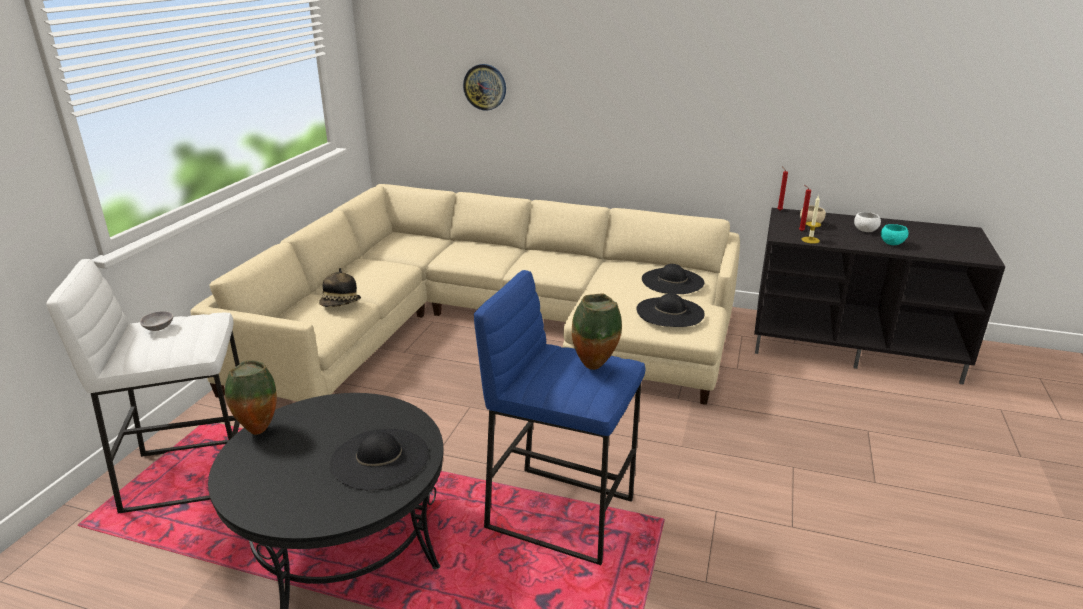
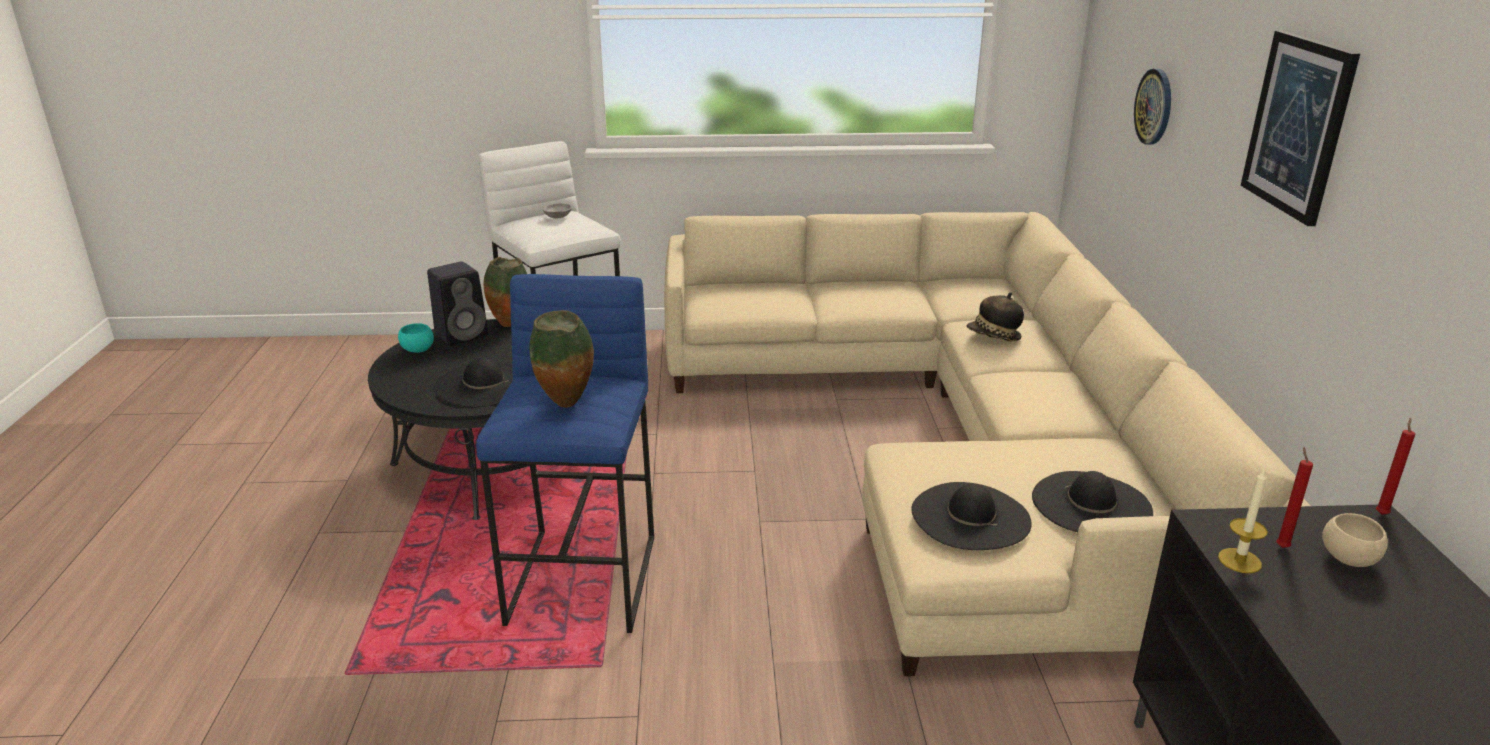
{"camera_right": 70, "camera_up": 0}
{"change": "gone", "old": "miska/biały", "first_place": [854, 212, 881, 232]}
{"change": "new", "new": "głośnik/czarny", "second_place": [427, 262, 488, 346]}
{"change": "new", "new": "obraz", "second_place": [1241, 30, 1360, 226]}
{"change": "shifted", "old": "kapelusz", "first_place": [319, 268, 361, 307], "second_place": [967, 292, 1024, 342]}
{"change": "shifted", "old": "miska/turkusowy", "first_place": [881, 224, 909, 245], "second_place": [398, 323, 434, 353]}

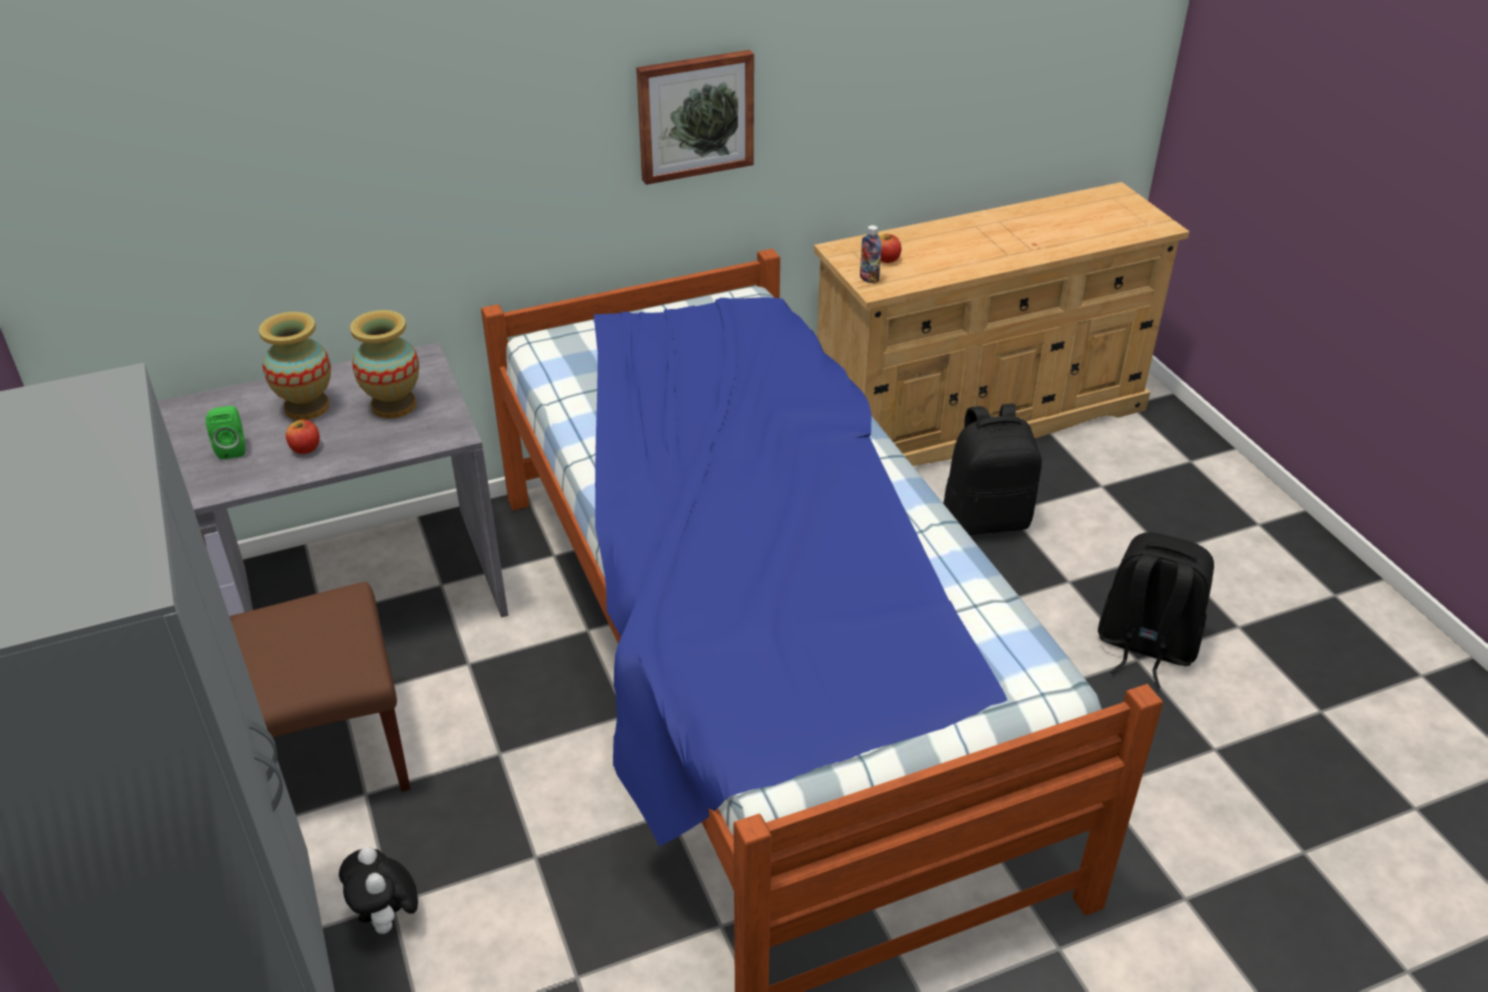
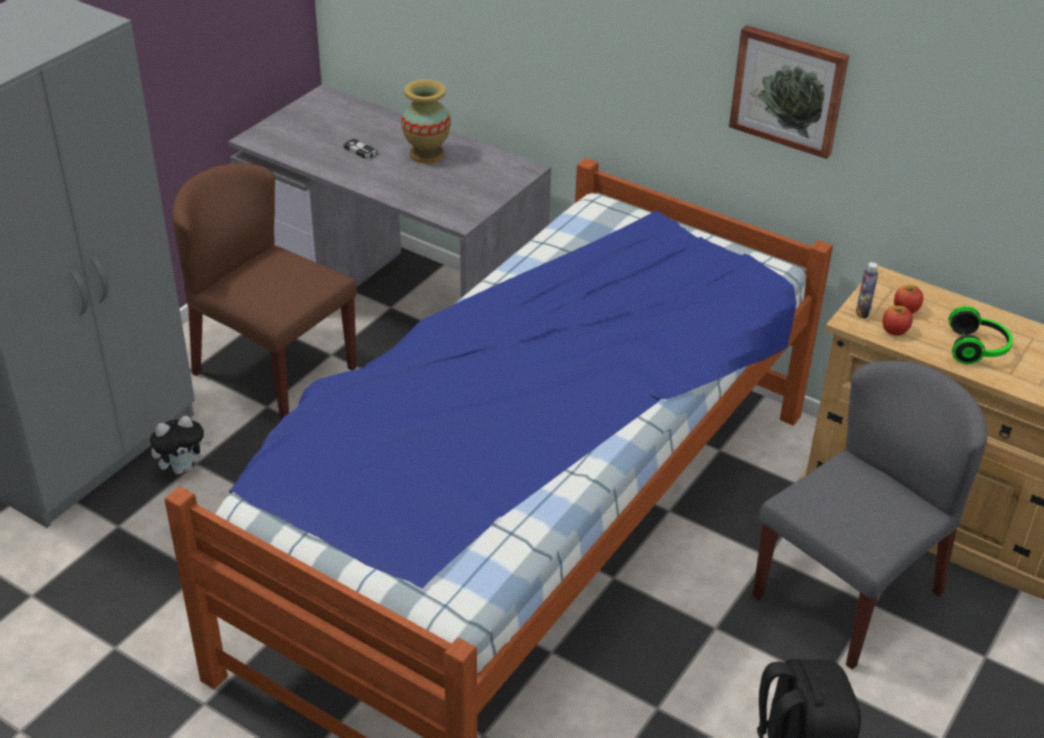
{"camera_right": 55, "camera_up": 0}
{"change": "gone", "old": "wazon", "first_place": [350, 310, 419, 418]}
{"change": "new", "new": "słuchawki", "second_place": [949, 306, 1013, 364]}
{"change": "shifted", "old": "jabłko", "first_place": [286, 420, 320, 454], "second_place": [883, 306, 913, 336]}
{"change": "swapped", "old": "głośnik/zielony", "new": "pad do gier", "first_place": [206, 406, 245, 459], "second_place": [344, 138, 378, 160]}
{"change": "swapped", "old": "plecak/czarny", "new": "krzesło/szary", "first_place": [943, 404, 1042, 535], "second_place": [753, 361, 988, 669]}
{"change": "rotated", "old": "pluszak", "first_place": [339, 847, 418, 934], "second_place": [150, 416, 212, 474], "degrees": -150}

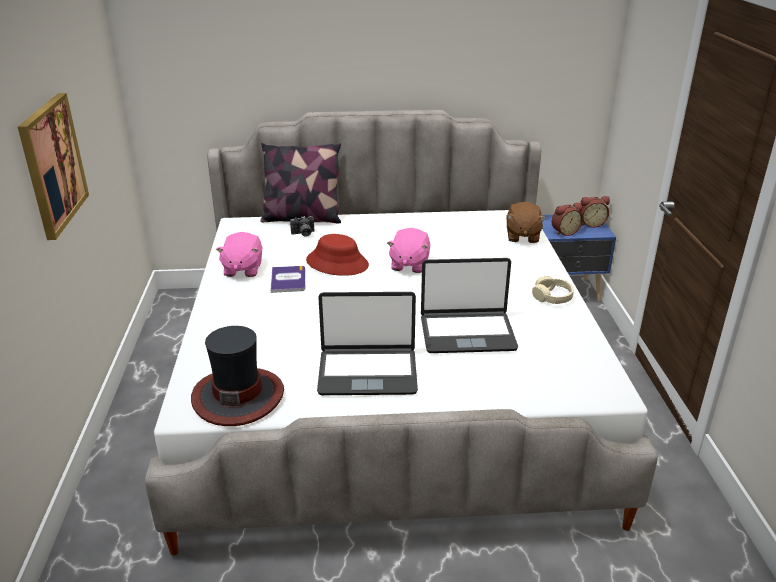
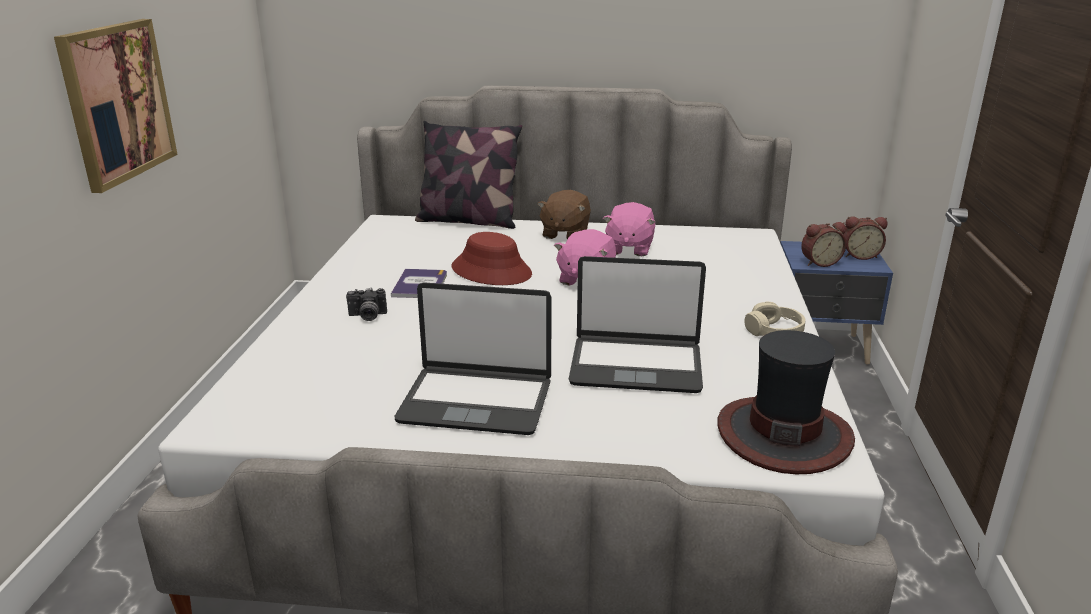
{"camera_right": 10, "camera_up": -5}
{"change": "shifted", "old": "kapelusz", "first_place": [191, 326, 284, 426], "second_place": [717, 330, 855, 474]}
{"change": "shifted", "old": "pluszak/różowy", "first_place": [216, 232, 262, 277], "second_place": [603, 202, 655, 256]}
{"change": "shifted", "old": "aparat fotograficzny", "first_place": [290, 216, 315, 237], "second_place": [346, 288, 387, 321]}
{"change": "shifted", "old": "pluszak/brązowy", "first_place": [506, 202, 546, 243], "second_place": [537, 190, 591, 240]}

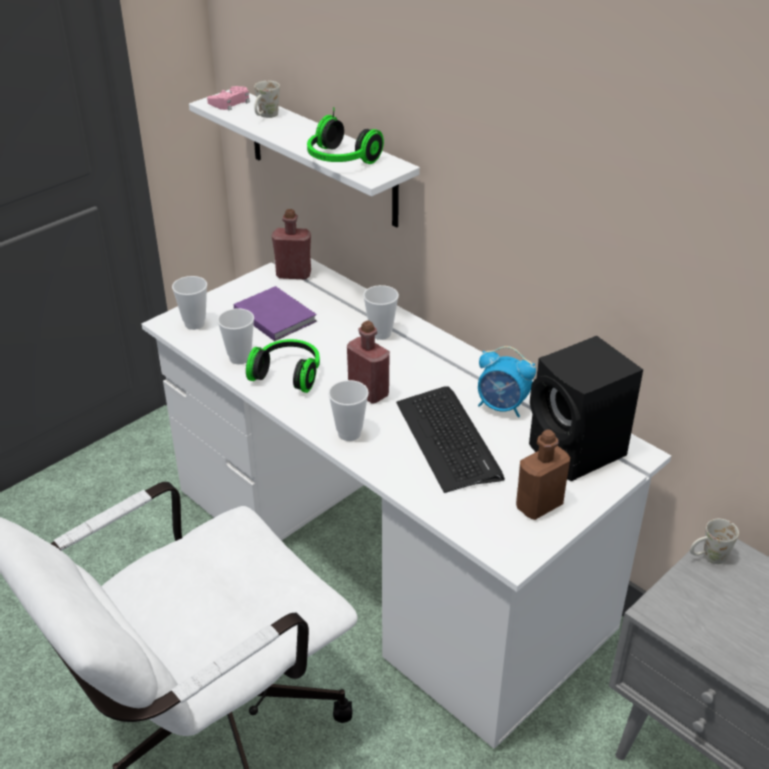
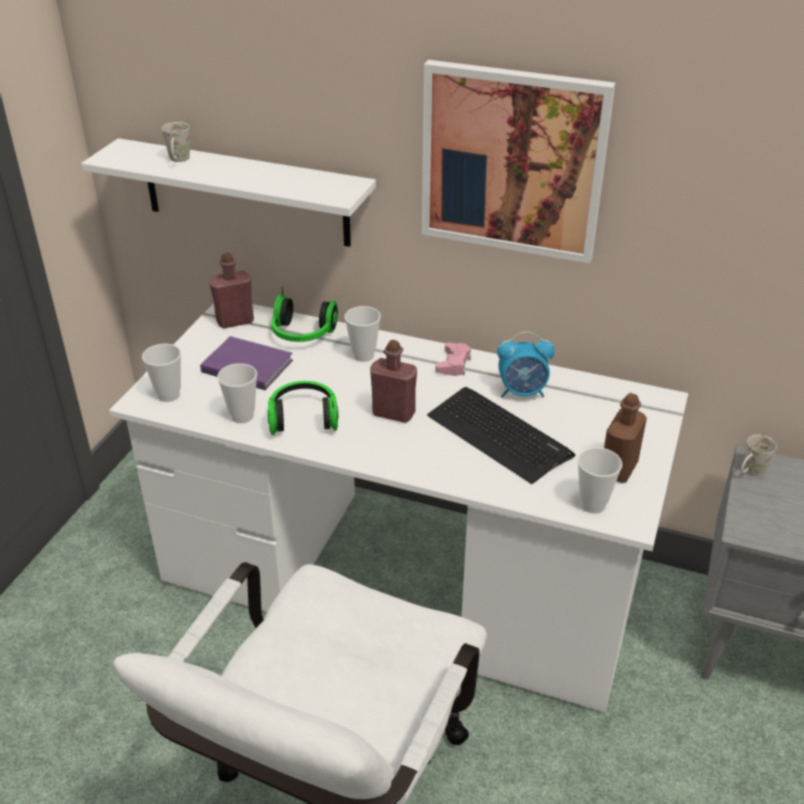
{"camera_right": -25, "camera_up": 0}
{"change": "gone", "old": "głośnik/czarny", "first_place": [529, 336, 643, 481]}
{"change": "new", "new": "obraz", "second_place": [422, 60, 616, 264]}
{"change": "shifted", "old": "pad do gier/różowy", "first_place": [207, 86, 250, 111], "second_place": [435, 343, 471, 376]}
{"change": "shifted", "old": "słuchawki", "first_place": [307, 107, 384, 164], "second_place": [271, 287, 338, 342]}
{"change": "shifted", "old": "filiżanka", "first_place": [328, 380, 369, 441], "second_place": [578, 447, 622, 514]}

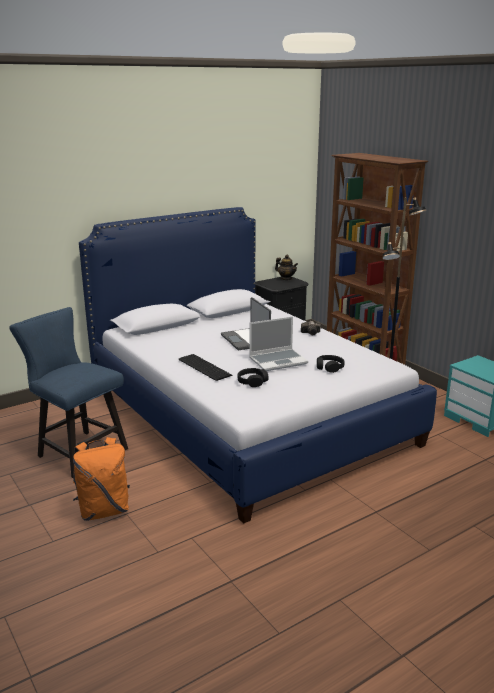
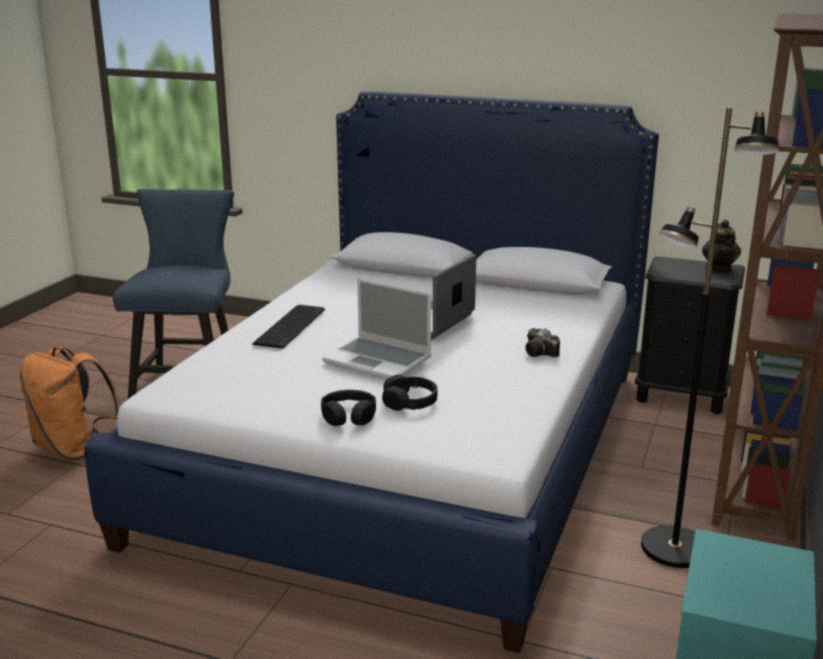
{"camera_right": 55, "camera_up": 0}
{"change": "shifted", "old": "słuchawki/czarny", "first_place": [238, 368, 269, 387], "second_place": [321, 390, 376, 426]}

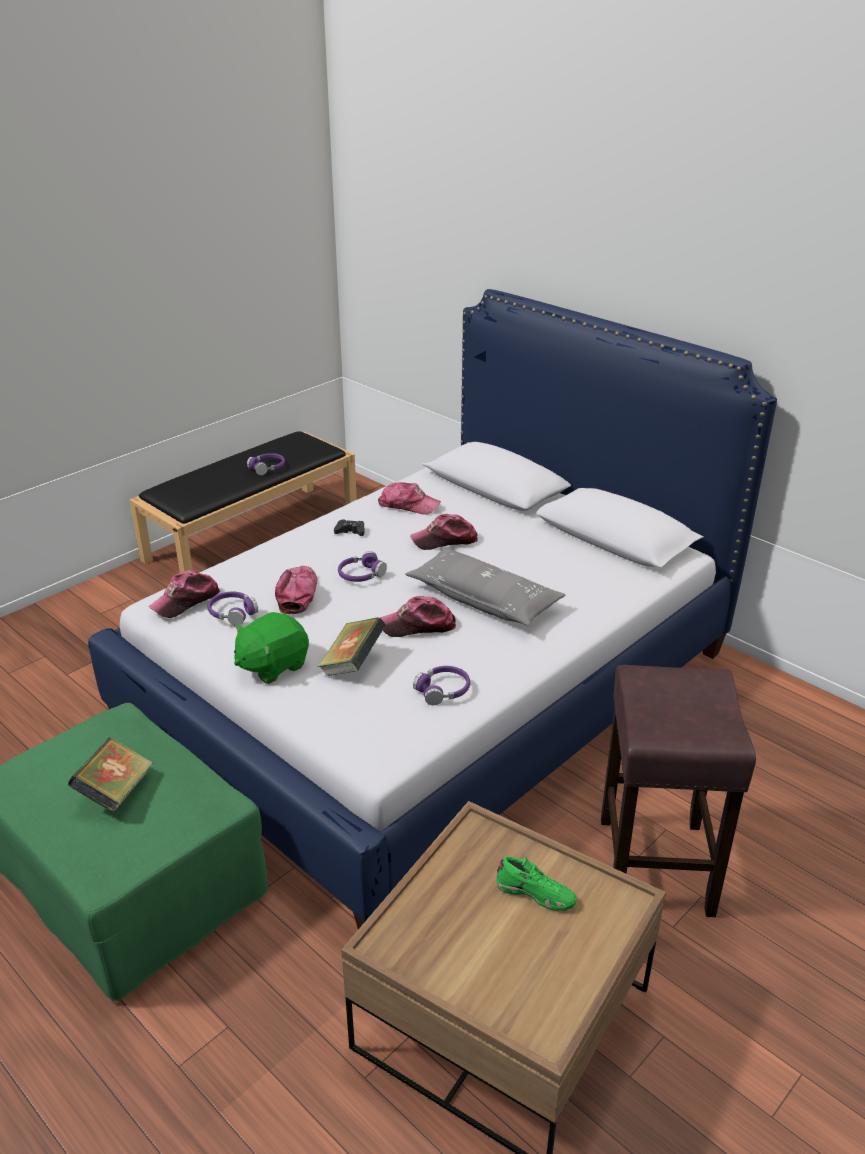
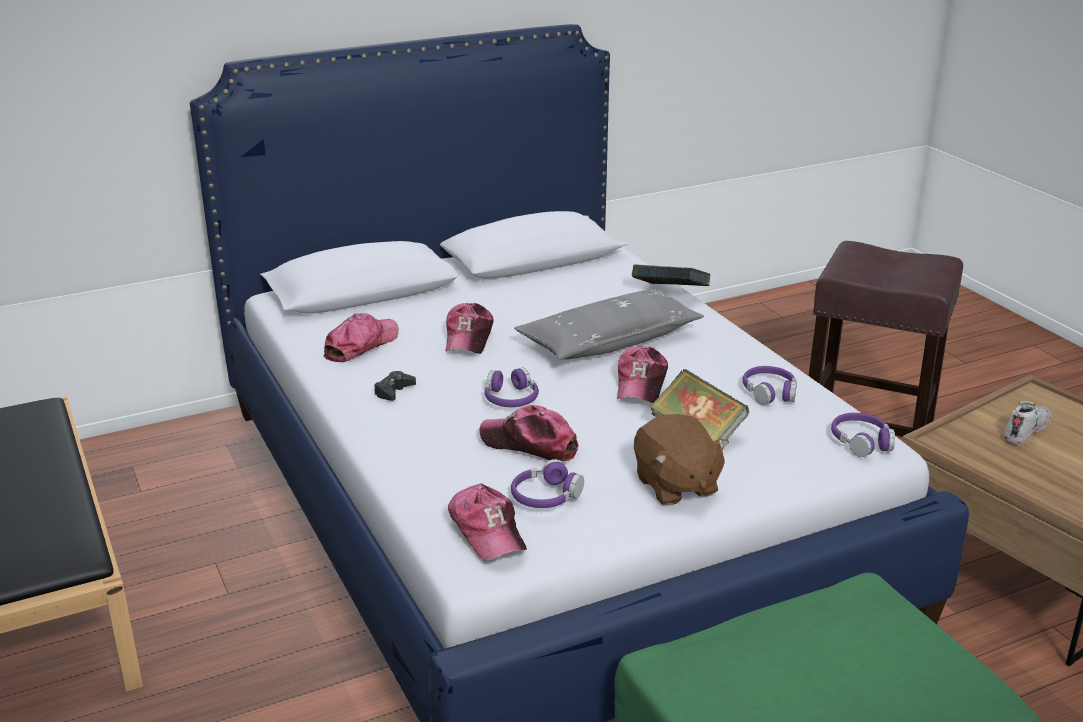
{"camera_right": -70, "camera_up": -5}
{"change": "shifted", "old": "książka", "first_place": [68, 737, 153, 813], "second_place": [632, 264, 711, 286]}
{"change": "shifted", "old": "słuchawki/fioletowy", "first_place": [247, 453, 285, 475], "second_place": [831, 413, 895, 457]}
{"change": "repainted", "old": "pluszak/zielony", "new": "pluszak/brązowy", "first_place": [234, 612, 309, 684], "second_place": [634, 414, 729, 506]}
{"change": "repainted", "old": "but/zielony", "new": "but/biały", "first_place": [496, 856, 577, 911], "second_place": [1003, 401, 1052, 446]}

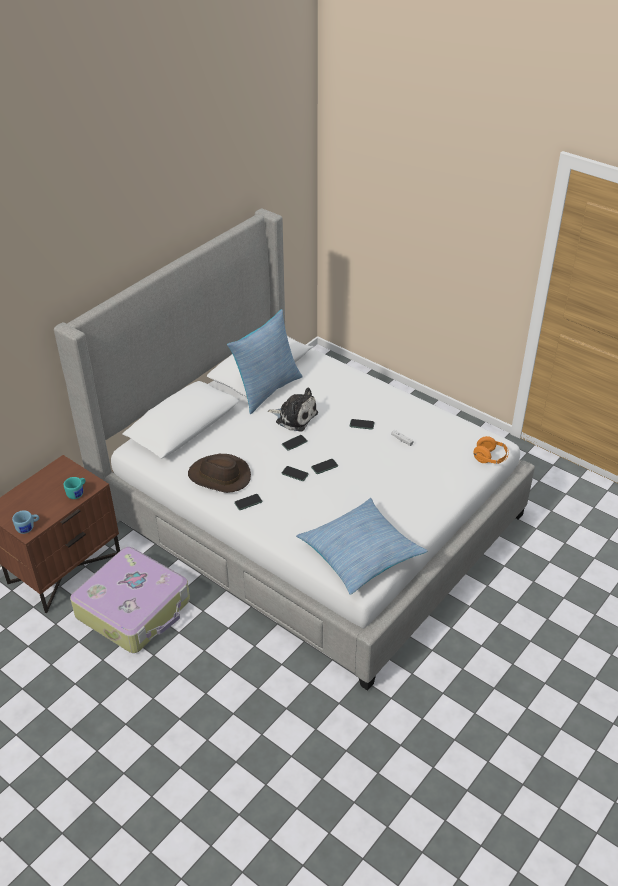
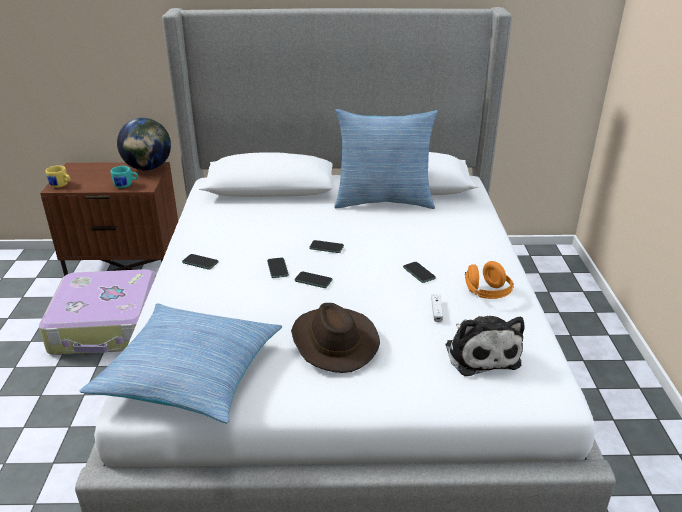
{"camera_right": 50, "camera_up": -10}
{"change": "new", "new": "globus", "second_place": [117, 118, 171, 171]}
{"change": "shifted", "old": "kapelusz/brązowy", "first_place": [188, 454, 251, 493], "second_place": [291, 303, 380, 373]}
{"change": "shifted", "old": "pluszak", "first_place": [268, 388, 318, 432], "second_place": [445, 316, 525, 376]}
{"change": "shifted", "old": "słuchawki/pomarańczowy", "first_place": [473, 436, 509, 464], "second_place": [465, 261, 514, 299]}
{"change": "repainted", "old": "kubek/niebieski", "new": "kubek/żółty", "first_place": [12, 510, 39, 534], "second_place": [45, 165, 71, 188]}

